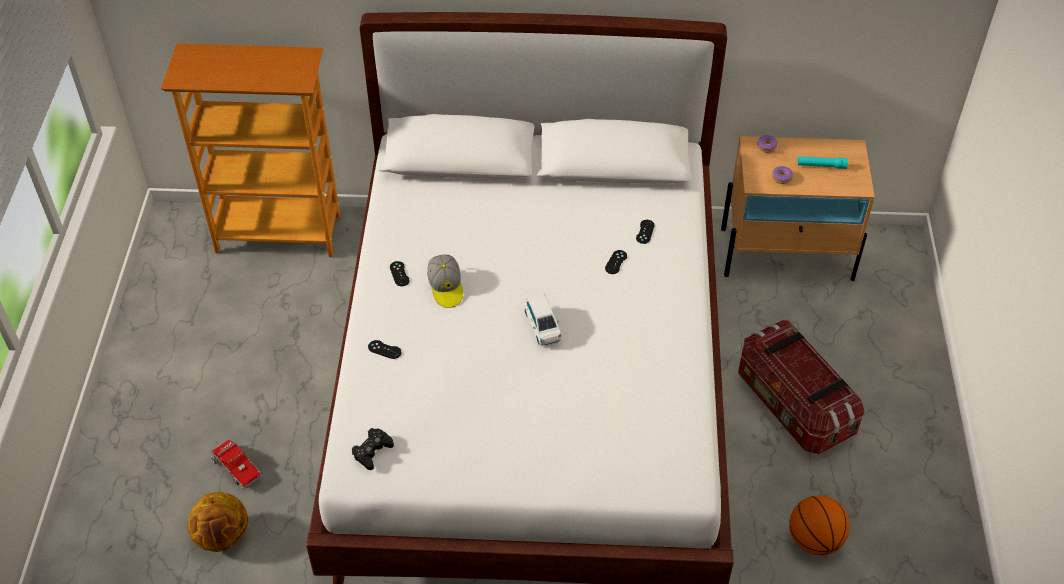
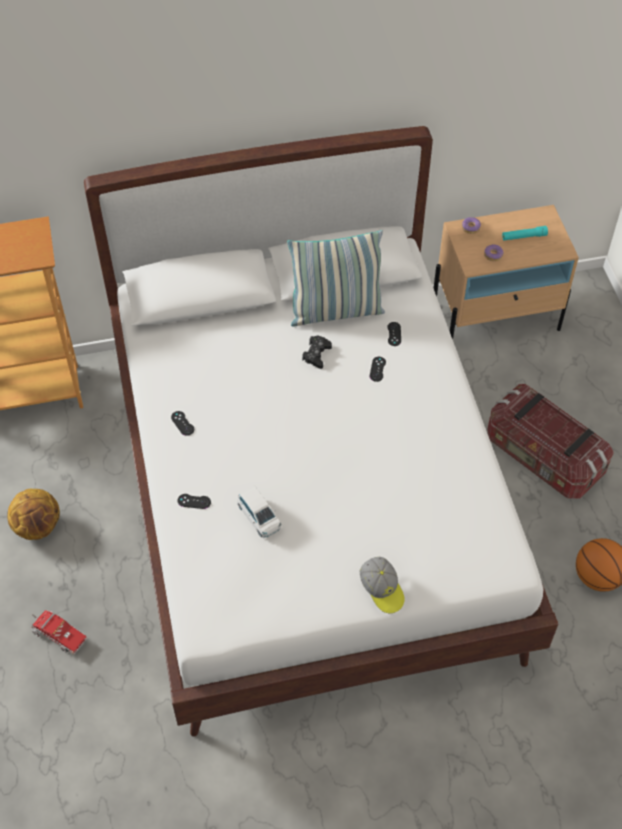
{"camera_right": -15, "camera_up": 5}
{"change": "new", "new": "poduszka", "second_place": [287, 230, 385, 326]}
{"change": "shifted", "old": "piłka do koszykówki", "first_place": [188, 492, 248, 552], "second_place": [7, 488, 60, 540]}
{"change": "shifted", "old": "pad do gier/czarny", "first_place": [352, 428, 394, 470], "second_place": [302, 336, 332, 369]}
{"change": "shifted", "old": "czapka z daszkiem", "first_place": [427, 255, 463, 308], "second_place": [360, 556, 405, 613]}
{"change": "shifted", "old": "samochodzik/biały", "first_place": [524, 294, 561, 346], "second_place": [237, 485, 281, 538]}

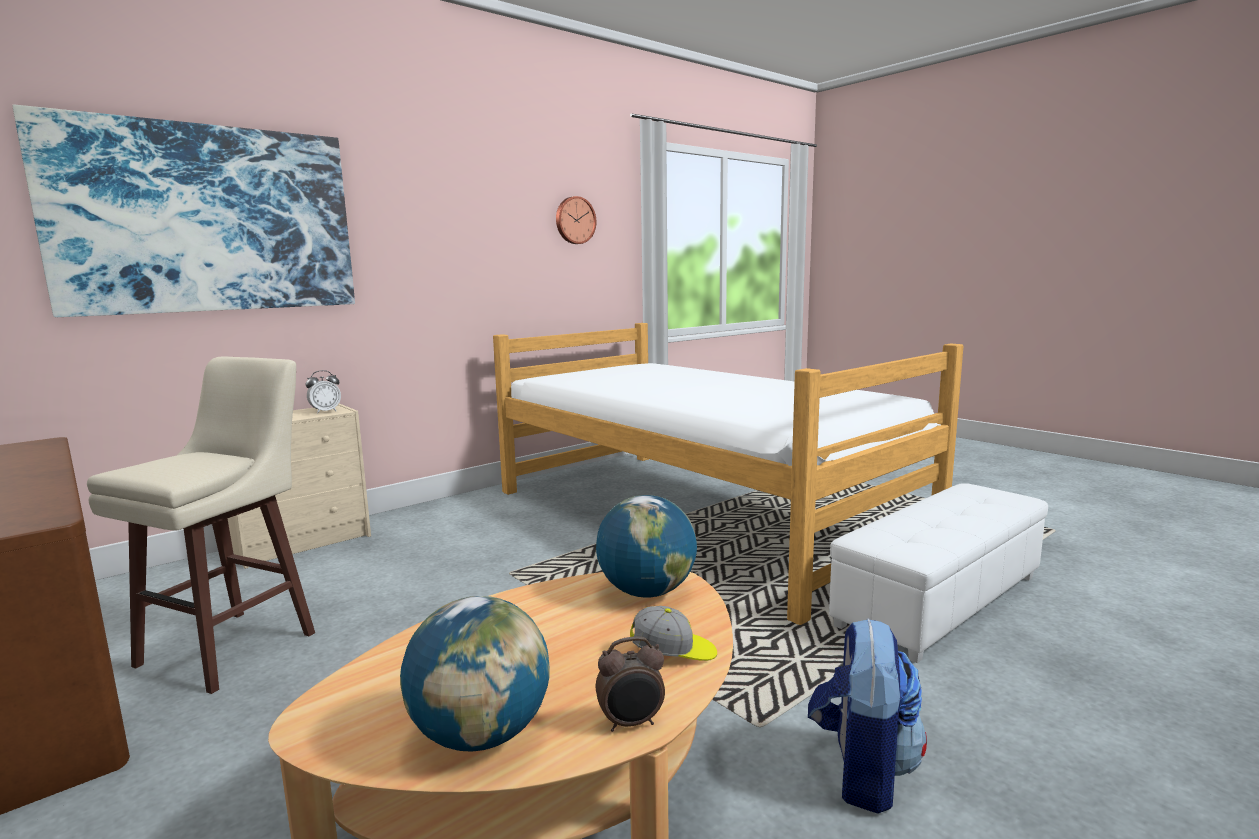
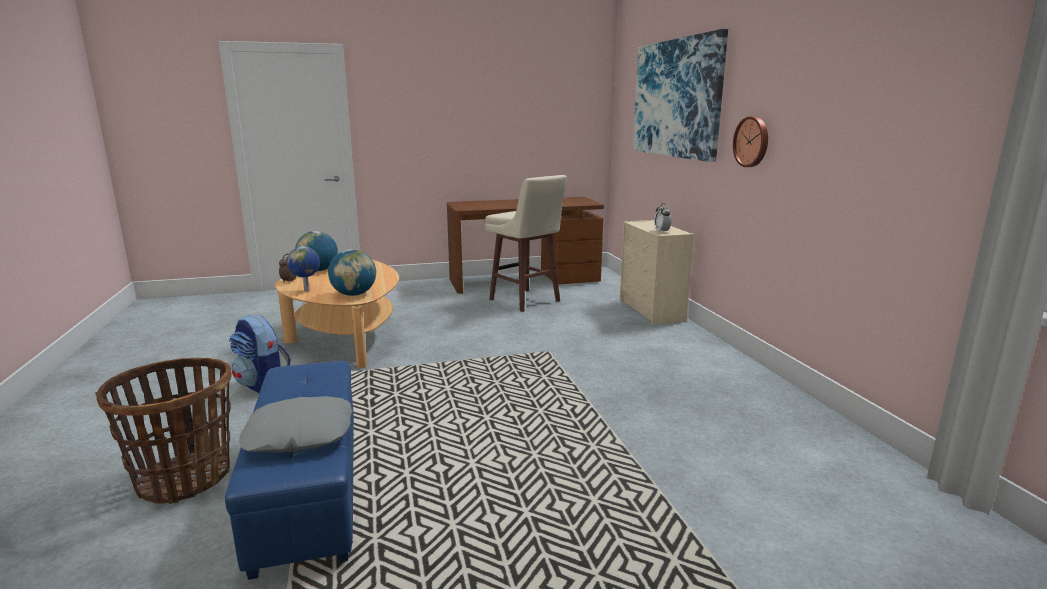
{"camera_right": 115, "camera_up": 5}
{"change": "gone", "old": "łóżko", "first_place": [493, 323, 963, 625]}
{"change": "new", "new": "koszyk", "second_place": [95, 358, 232, 504]}
{"change": "new", "new": "poduszka/szary", "second_place": [239, 396, 352, 452]}
{"change": "shifted", "old": "zegar ścienny", "first_place": [556, 196, 596, 244], "second_place": [733, 117, 768, 167]}
{"change": "swapped", "old": "czapka z daszkiem", "new": "globus", "first_place": [630, 606, 717, 661], "second_place": [287, 246, 320, 291]}
{"change": "repainted", "old": "pufa/biały", "new": "pufa/niebieski", "first_place": [829, 483, 1048, 663], "second_place": [225, 361, 354, 580]}

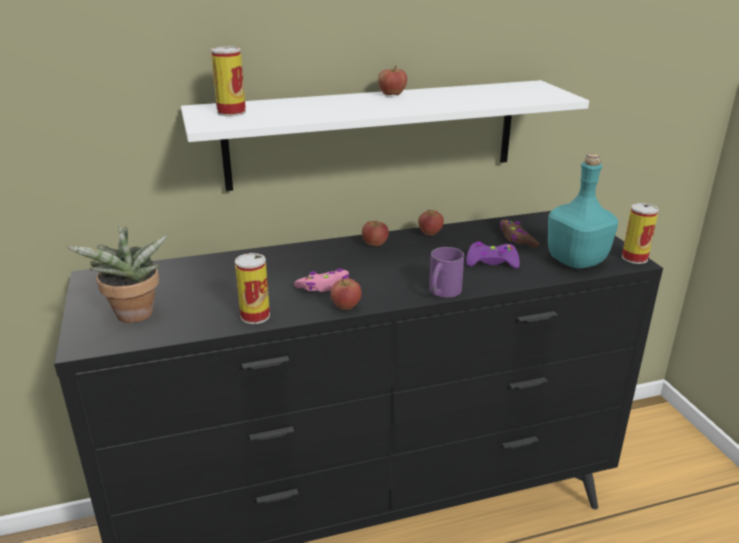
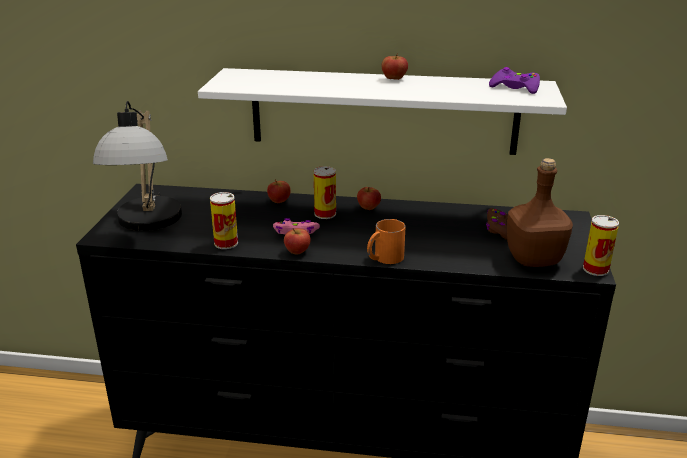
{"camera_right": 25, "camera_up": 0}
{"change": "shifted", "old": "puszka", "first_place": [211, 47, 246, 116], "second_place": [314, 166, 336, 219]}
{"change": "shifted", "old": "jabłko", "first_place": [418, 210, 444, 236], "second_place": [267, 179, 291, 203]}
{"change": "shifted", "old": "pad do gier/fioletowy", "first_place": [466, 242, 520, 269], "second_place": [489, 67, 540, 94]}
{"change": "swapped", "old": "roślina doniczkowa", "new": "lampa stołowa", "first_place": [67, 225, 168, 323], "second_place": [93, 101, 182, 231]}
{"change": "repainted", "old": "kubek/fioletowy", "new": "kubek/pomarańczowy", "first_place": [429, 247, 464, 297], "second_place": [367, 219, 405, 264]}
{"change": "repainted", "old": "butelka/turkusowy", "new": "butelka/brązowy", "first_place": [548, 154, 618, 269], "second_place": [507, 158, 573, 267]}

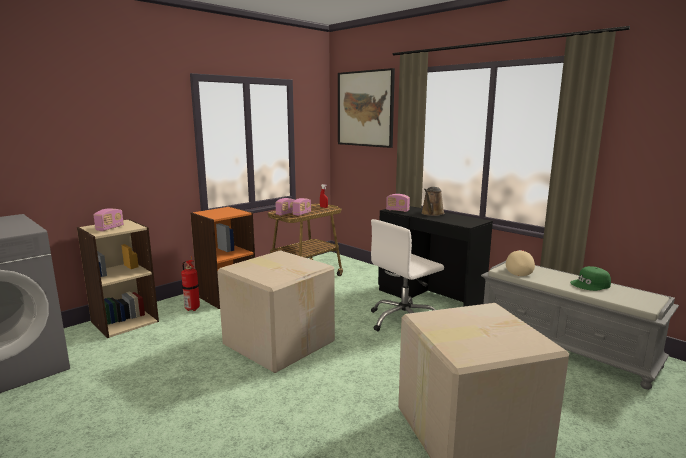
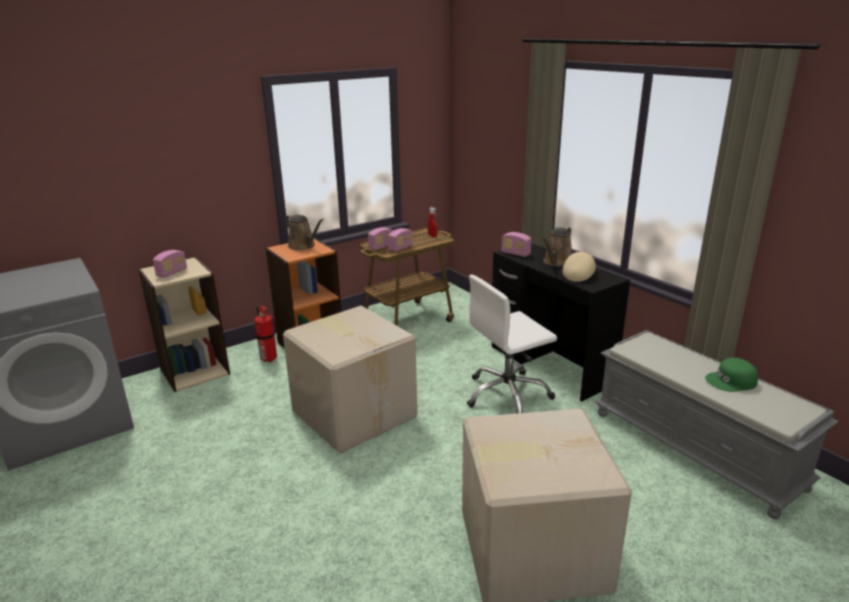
{"camera_right": 10, "camera_up": 10}
{"change": "gone", "old": "obraz", "first_place": [338, 68, 395, 148]}
{"change": "new", "new": "konewka/brązowy", "second_place": [285, 214, 324, 250]}
{"change": "shifted", "old": "czapka z daszkiem/beżowy", "first_place": [506, 250, 535, 276], "second_place": [563, 251, 596, 282]}

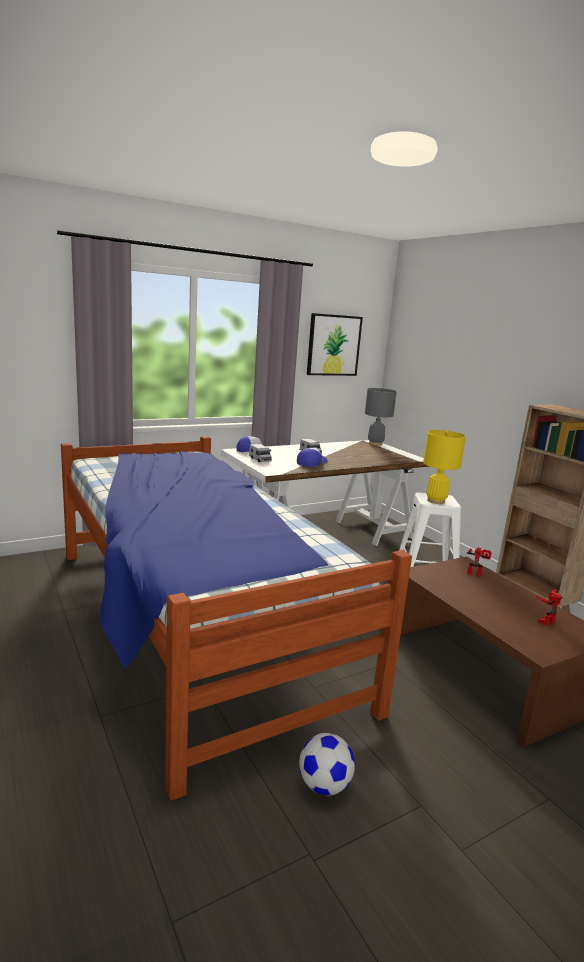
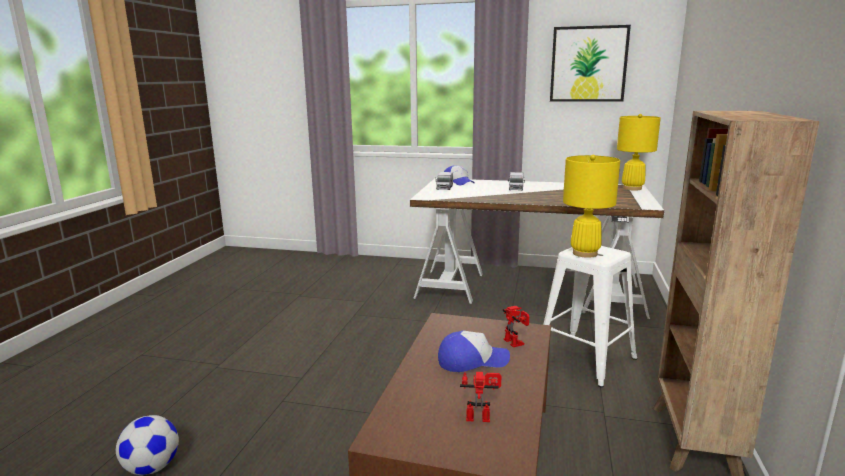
{"camera_right": 45, "camera_up": 0}
{"change": "gone", "old": "łóżko", "first_place": [61, 436, 412, 801]}
{"change": "shifted", "old": "czapka z daszkiem", "first_place": [297, 447, 328, 467], "second_place": [438, 331, 510, 372]}
{"change": "repainted", "old": "lampa stołowa/szary", "new": "lampa stołowa/żółty", "first_place": [365, 388, 396, 446], "second_place": [617, 114, 661, 191]}

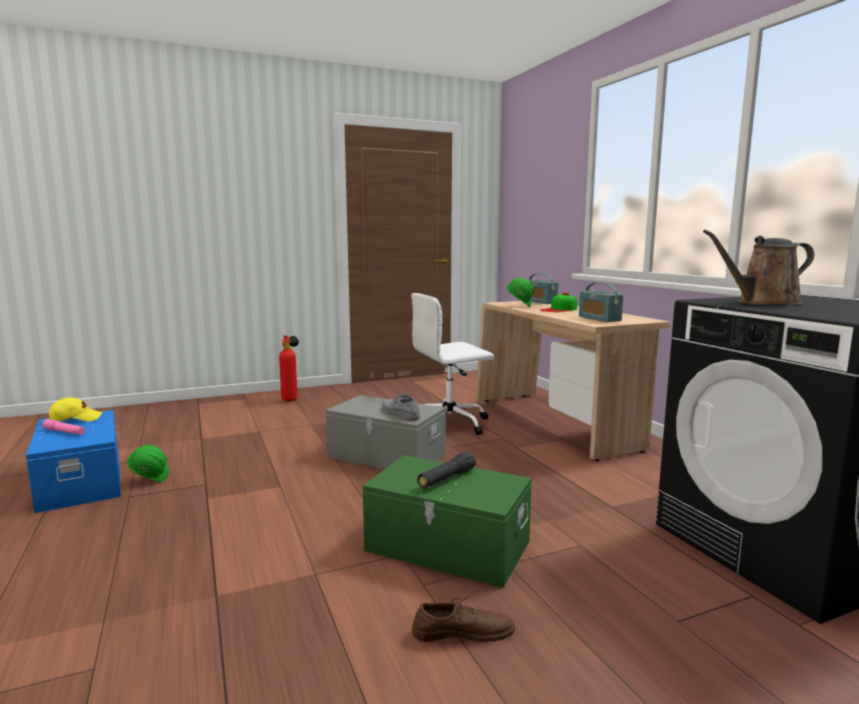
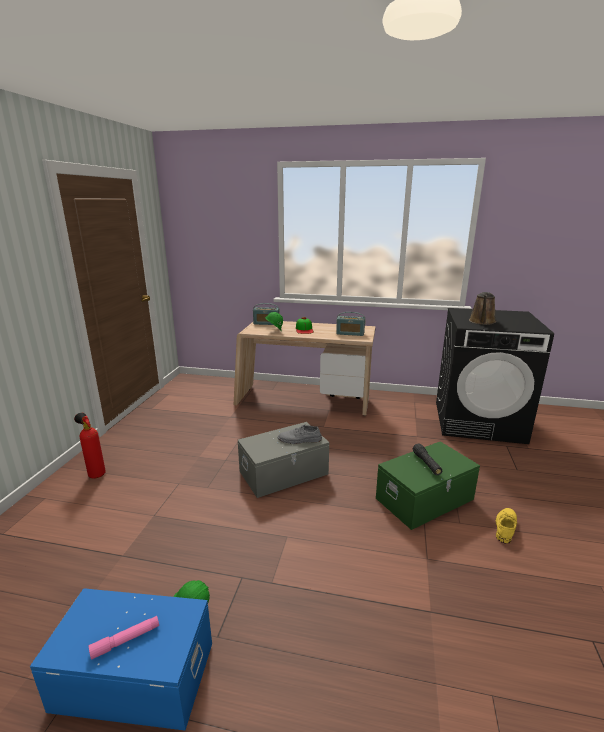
{"camera_right": -55, "camera_up": 10}
{"change": "gone", "old": "czapka z daszkiem/żółty", "first_place": [49, 397, 102, 422]}
{"change": "gone", "old": "krzesło biurowe/biały", "first_place": [411, 293, 494, 435]}
{"change": "repainted", "old": "but/brązowy", "new": "but/żółty", "first_place": [412, 597, 515, 642], "second_place": [496, 508, 517, 544]}

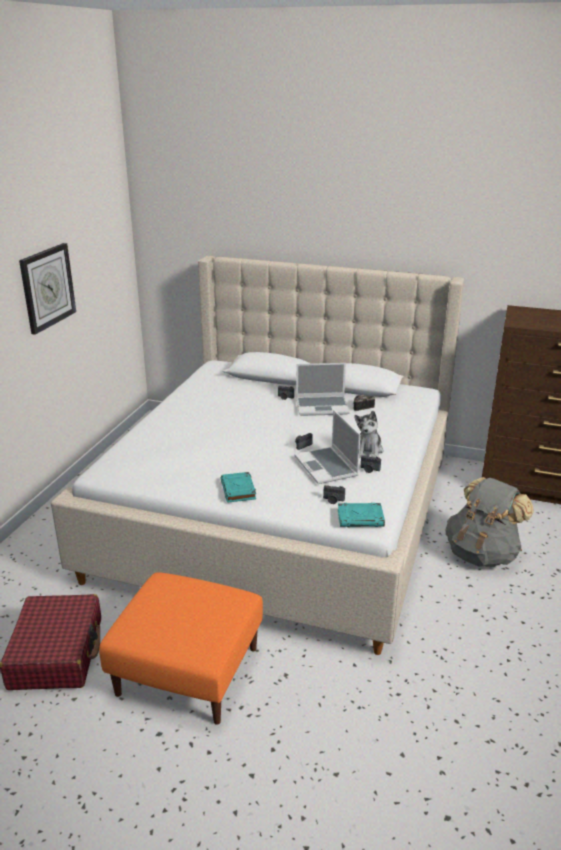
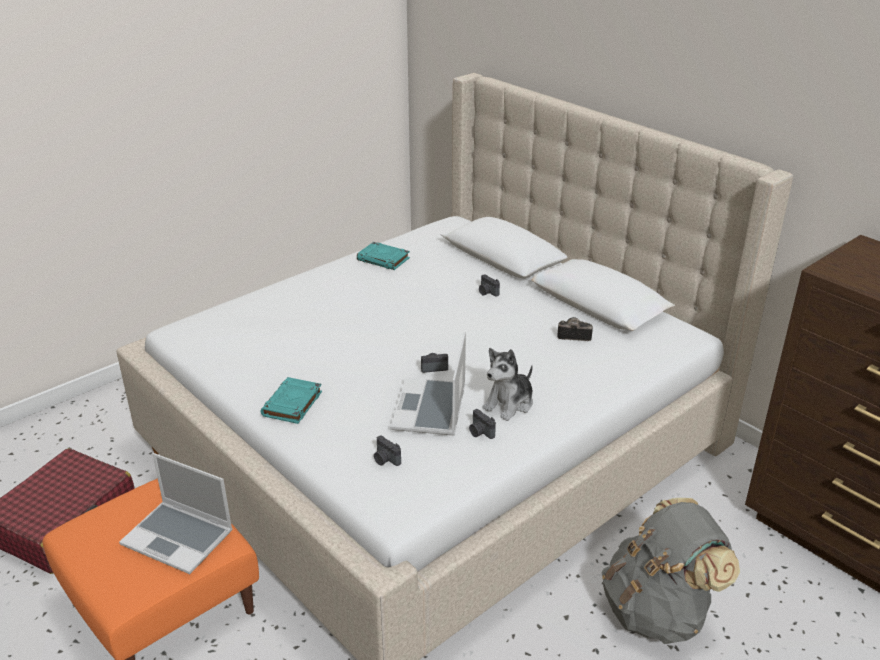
{"camera_right": 30, "camera_up": 5}
{"change": "gone", "old": "zegar ścienny", "first_place": [19, 243, 76, 335]}
{"change": "shifted", "old": "laptop", "first_place": [296, 363, 350, 416], "second_place": [119, 453, 233, 574]}
{"change": "shifted", "old": "książka/turkusowy", "first_place": [338, 503, 385, 527], "second_place": [357, 242, 410, 270]}

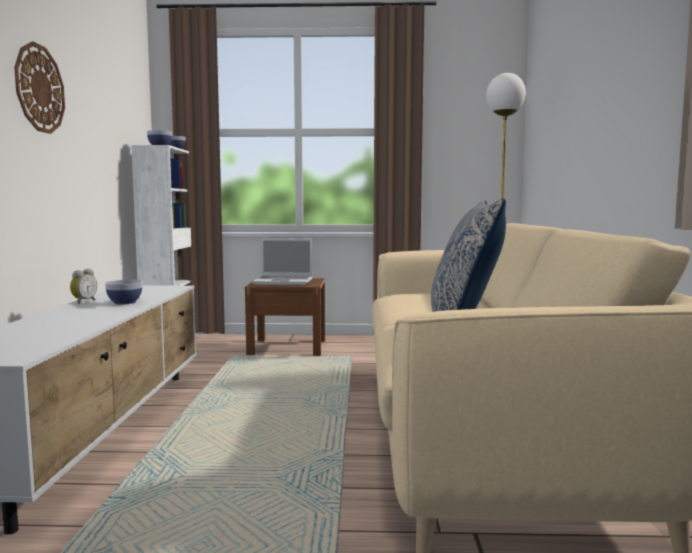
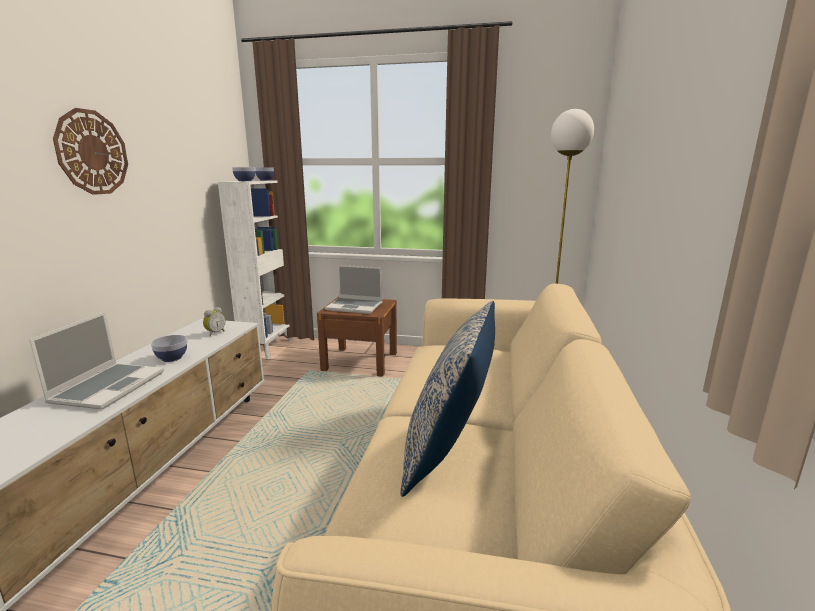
{"camera_right": 10, "camera_up": 10}
{"change": "new", "new": "laptop", "second_place": [29, 312, 164, 409]}
{"change": "shifted", "old": "budzik", "first_place": [70, 269, 97, 304], "second_place": [203, 307, 226, 336]}

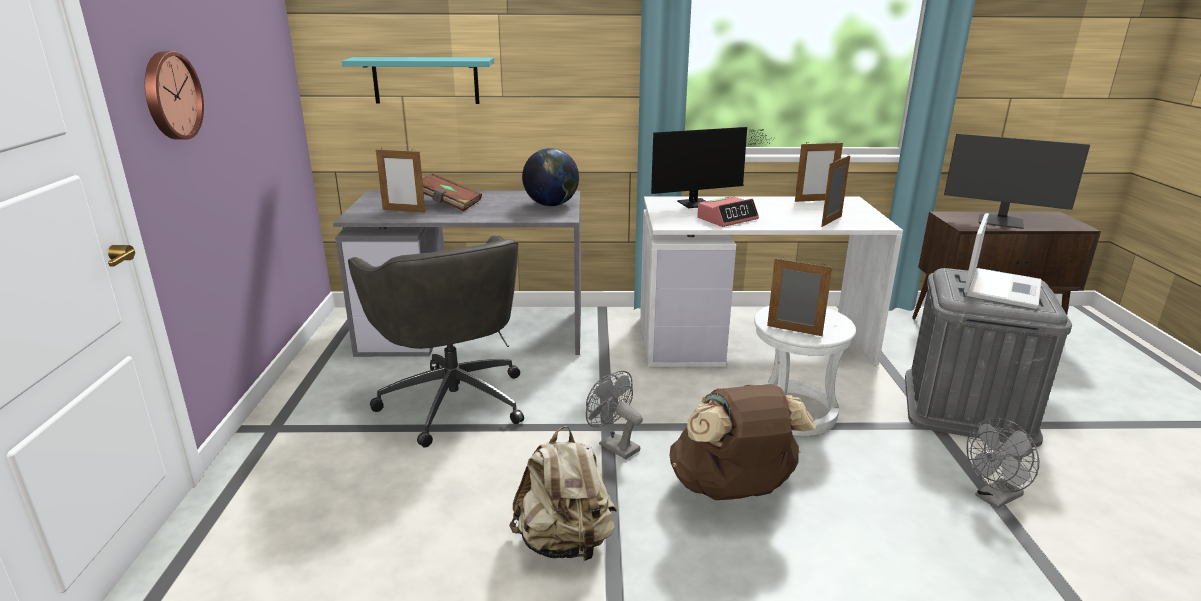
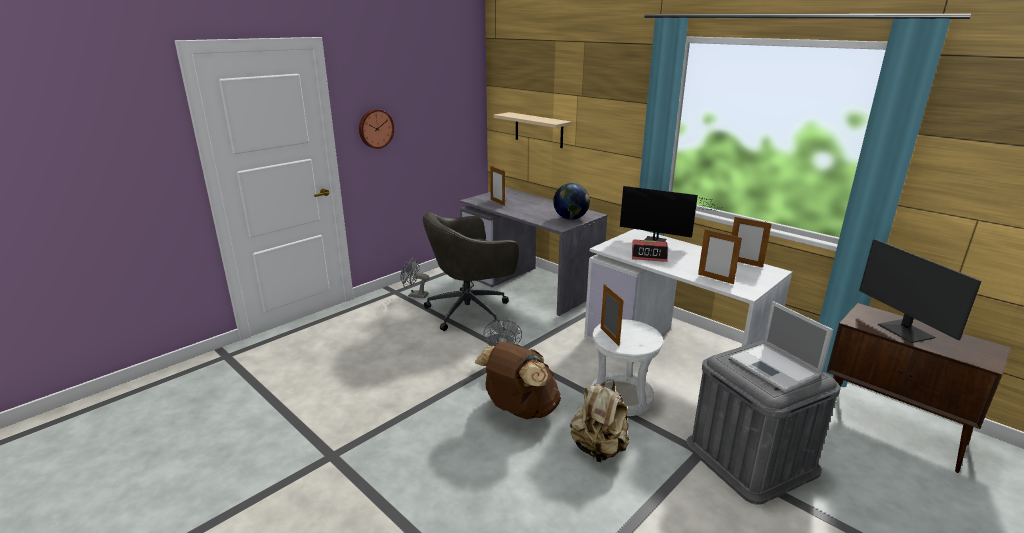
{"camera_right": 45, "camera_up": 0}
{"change": "gone", "old": "książka/brązowy", "first_place": [422, 173, 482, 211]}
{"change": "shifted", "old": "plecak/beżowy", "first_place": [509, 426, 617, 561], "second_place": [570, 379, 630, 462]}
{"change": "shifted", "old": "wentylator/szary", "first_place": [967, 418, 1039, 509], "second_place": [401, 258, 430, 299]}
{"change": "repainted", "old": "półka/turkusowy", "new": "półka/beżowy", "first_place": [342, 57, 494, 104], "second_place": [493, 112, 572, 148]}
{"change": "rotated", "old": "krzesło biurowe/szary", "first_place": [348, 236, 524, 448], "second_place": [423, 212, 519, 331], "degrees": 45}
{"change": "rotated", "old": "ramka na zdjęcie", "first_place": [821, 155, 850, 227], "second_place": [698, 229, 742, 284], "degrees": -135}
{"change": "rotated", "old": "laptop", "first_place": [964, 213, 1041, 309], "second_place": [729, 301, 833, 392], "degrees": 75}

